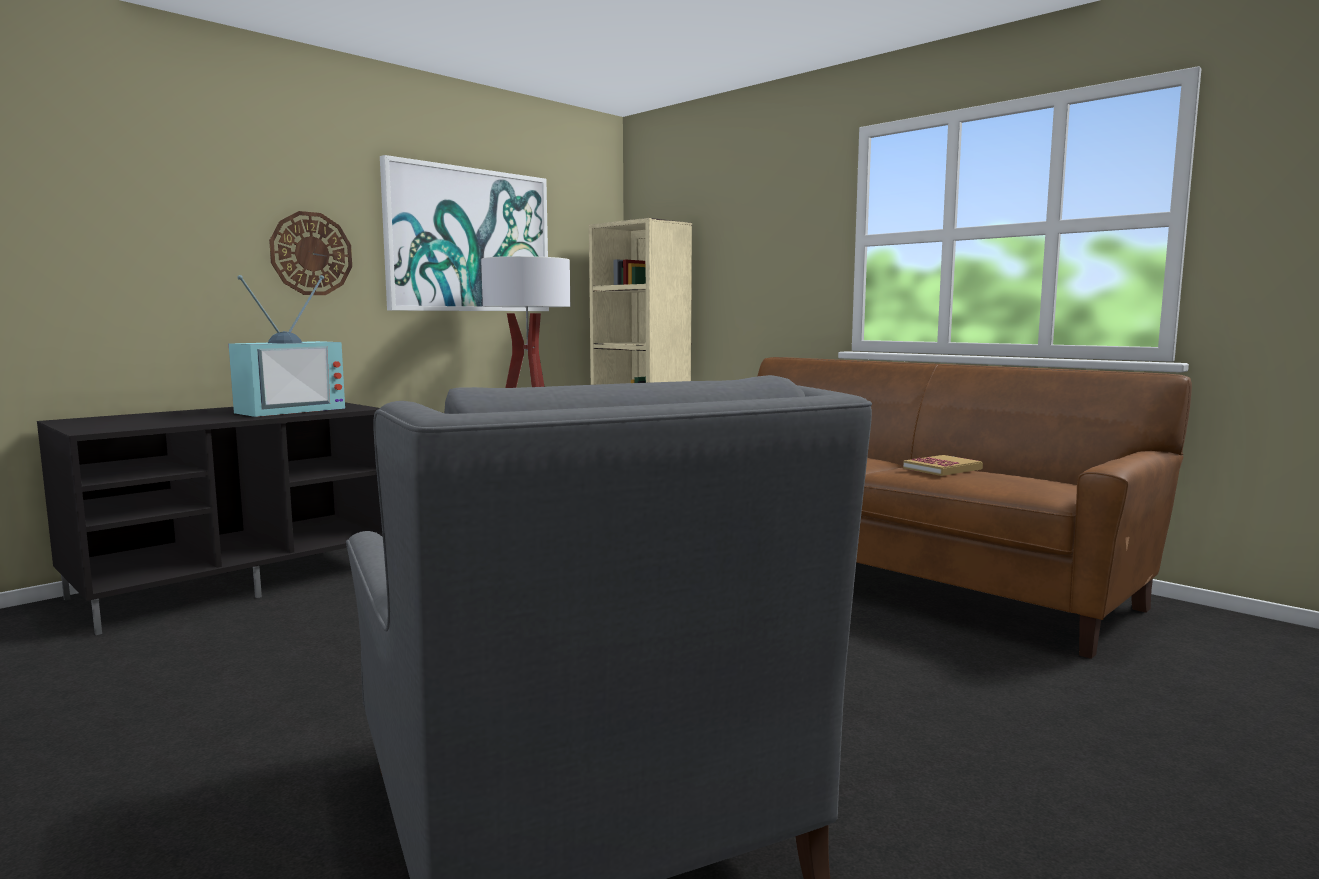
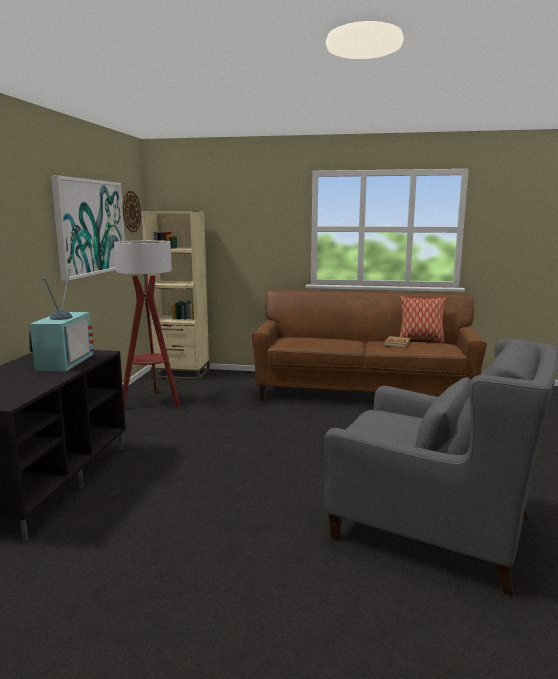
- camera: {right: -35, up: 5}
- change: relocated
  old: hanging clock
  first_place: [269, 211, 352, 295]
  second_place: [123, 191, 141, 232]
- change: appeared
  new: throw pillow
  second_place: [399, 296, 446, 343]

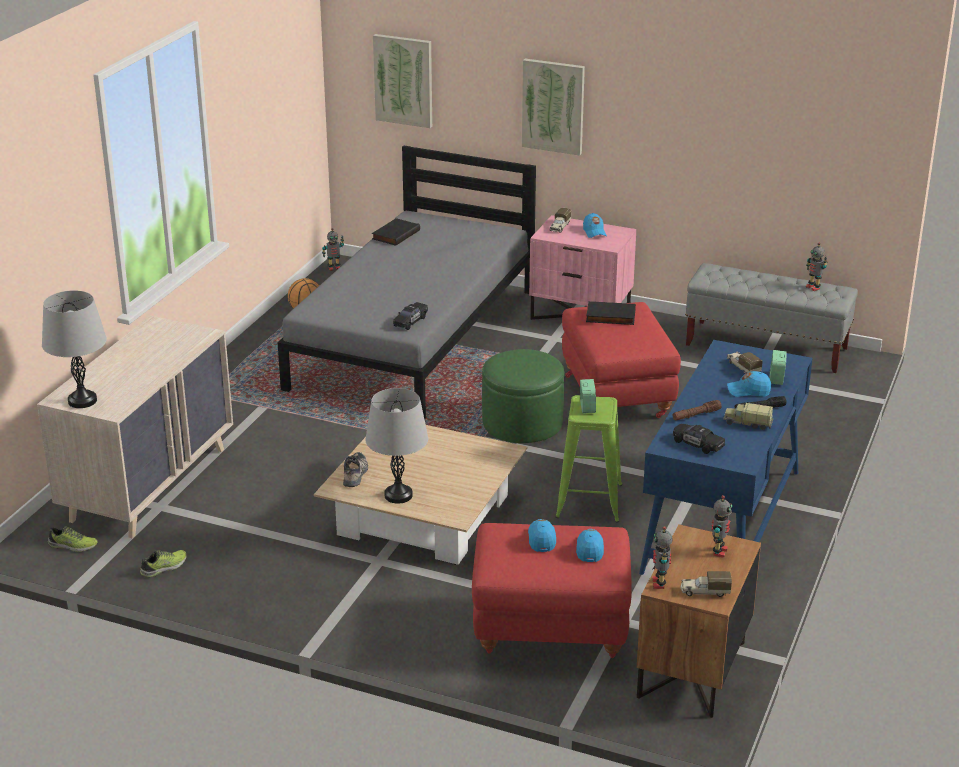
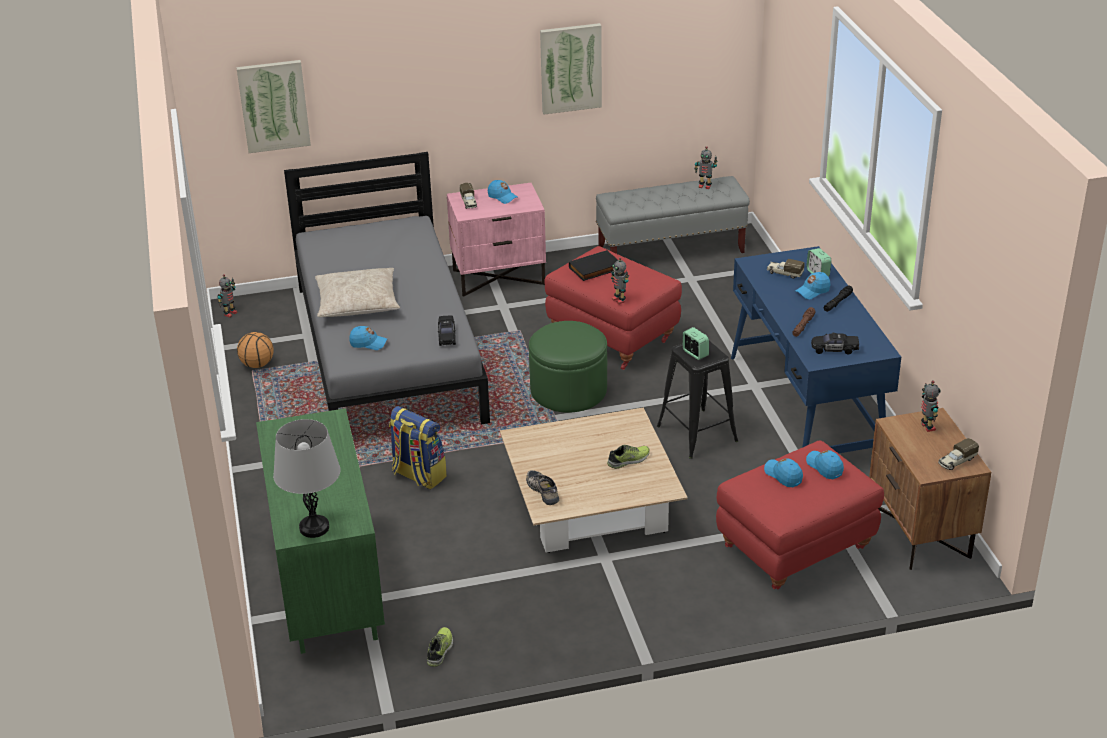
- camera: {right: -35, up: 5}
- change: colour
  old: sand-coloured dresser
  new: greenish dresser
  first_place: [37, 316, 233, 538]
  second_place: [256, 408, 385, 654]
- change: relocated
  old: shoe
  first_place: [48, 526, 97, 552]
  second_place: [607, 445, 650, 469]
- change: missing
  old: gray tabletop lamp
  first_place: [365, 388, 428, 504]
- change: missing
  old: black bound book
  first_place: [372, 218, 420, 246]
- change: relocated
  old: picture
  first_place: [522, 59, 585, 155]
  second_place: [540, 23, 602, 115]
- change: colour
  old: greenish stool
  new: black stool
  first_place: [555, 395, 622, 523]
  second_place: [657, 340, 738, 459]
- change: relocated
  old: model robot
  first_place: [652, 526, 673, 589]
  second_place: [611, 257, 629, 304]
- change: missing
  old: toy truck
  first_place: [724, 403, 773, 430]
- change: appeared
  new: sand-coloured throw pillow
  second_place: [315, 268, 400, 317]
- change: appeared
  new: bluish cap
  second_place: [349, 326, 387, 350]
- change: appeared
  new: rucksack
  second_place: [389, 406, 447, 489]

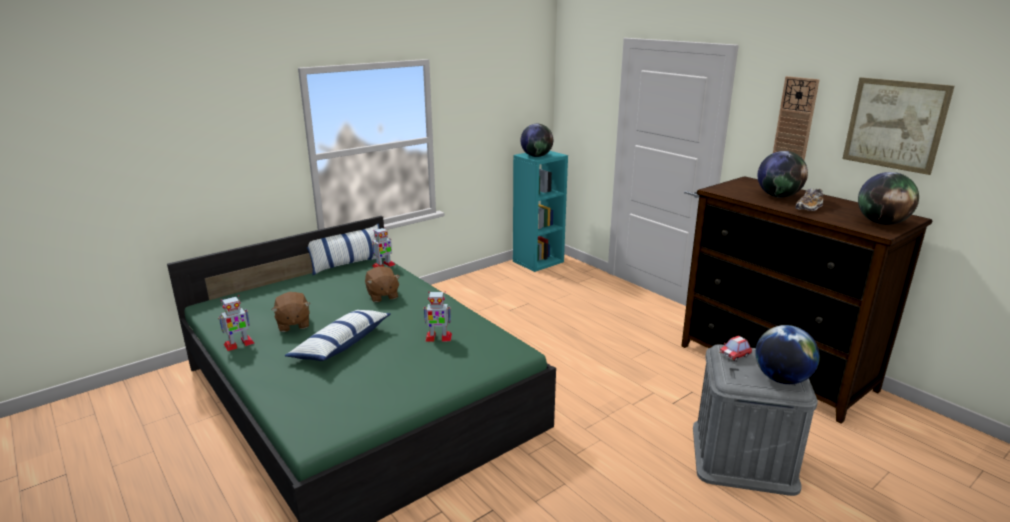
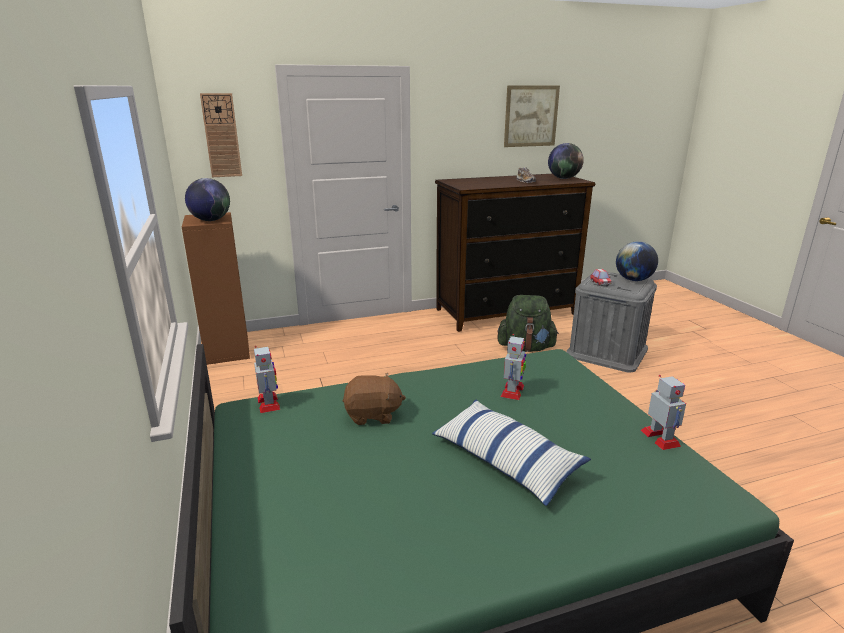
- camera: {right: -70, up: 0}
- change: relocated
  old: model robot
  first_place: [218, 295, 255, 351]
  second_place: [641, 375, 686, 450]
- change: missing
  old: brown plush toy
  first_place: [272, 292, 310, 332]
- change: missing
  old: throw pillow
  first_place: [306, 224, 385, 275]
- change: colour
  old: turquoise shelving unit
  new: brown shelving unit
  first_place: [513, 151, 568, 272]
  second_place: [182, 212, 250, 365]
- change: missing
  old: desk globe
  first_place: [757, 151, 808, 197]
- change: relocated
  old: hanging clock
  first_place: [773, 76, 820, 160]
  second_place: [200, 93, 242, 177]
- change: appeared
  new: greenish rucksack
  second_place: [497, 295, 559, 352]

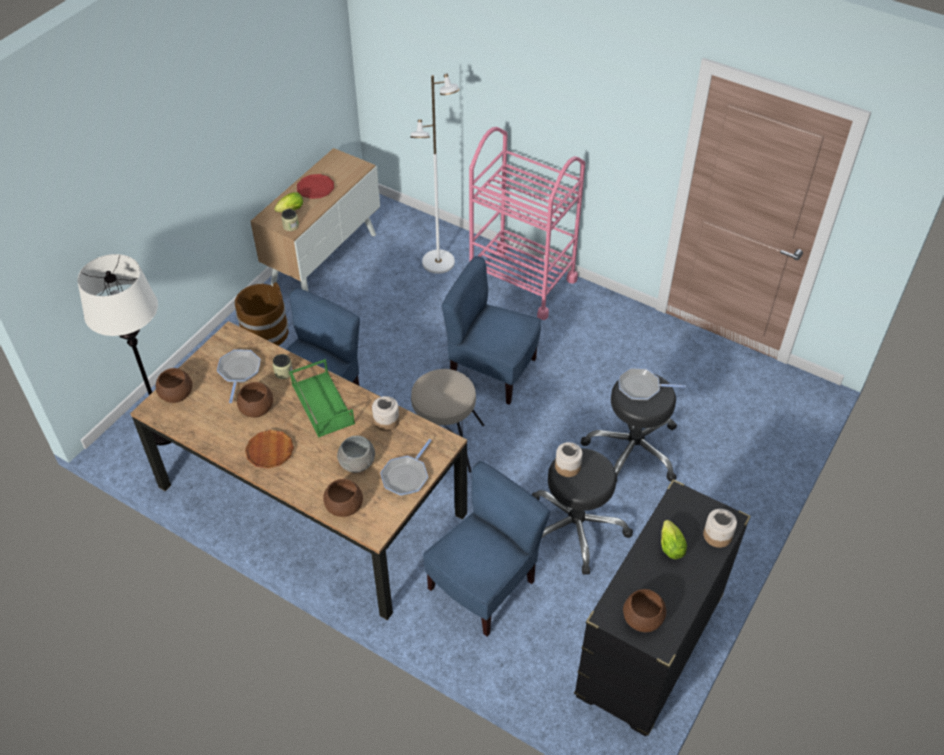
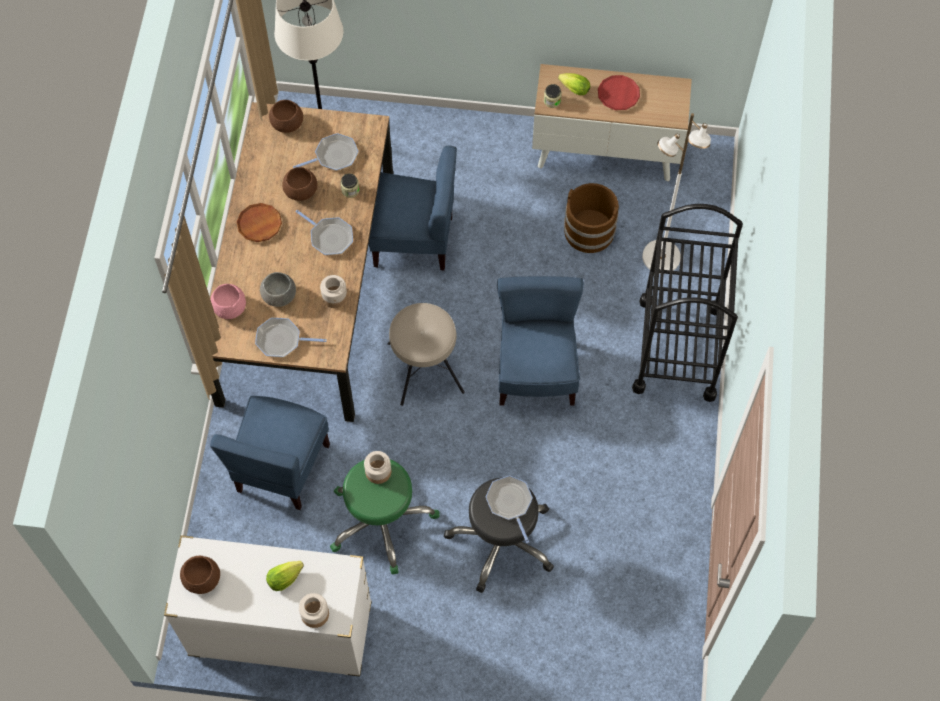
- camera: {right: 65, up: 15}
- change: relocated
  old: brown water bucket
  first_place: [235, 282, 289, 346]
  second_place: [564, 183, 619, 253]
- change: exchanged
  old: greenish tray
  new: pan
  first_place: [290, 359, 355, 438]
  second_place: [295, 210, 353, 255]
- change: colour
  old: brown deep dish
  new: pink-coloured deep dish
  first_place: [323, 479, 363, 517]
  second_place: [210, 284, 246, 319]
- change: spun
  old: bluish chair
  first_place: [423, 461, 550, 636]
  second_place: [210, 396, 330, 510]
  degrees: 90
- change: colour
  old: pink-coloured wheeled cart
  new: black wheeled cart
  first_place: [469, 127, 585, 320]
  second_place: [632, 204, 743, 402]
- change: colour
  old: black stool
  new: greenish stool
  first_place: [531, 448, 633, 575]
  second_place: [330, 459, 440, 575]
- change: colour
  old: black dresser
  new: white dresser
  first_place: [574, 479, 751, 737]
  second_place: [164, 535, 372, 677]

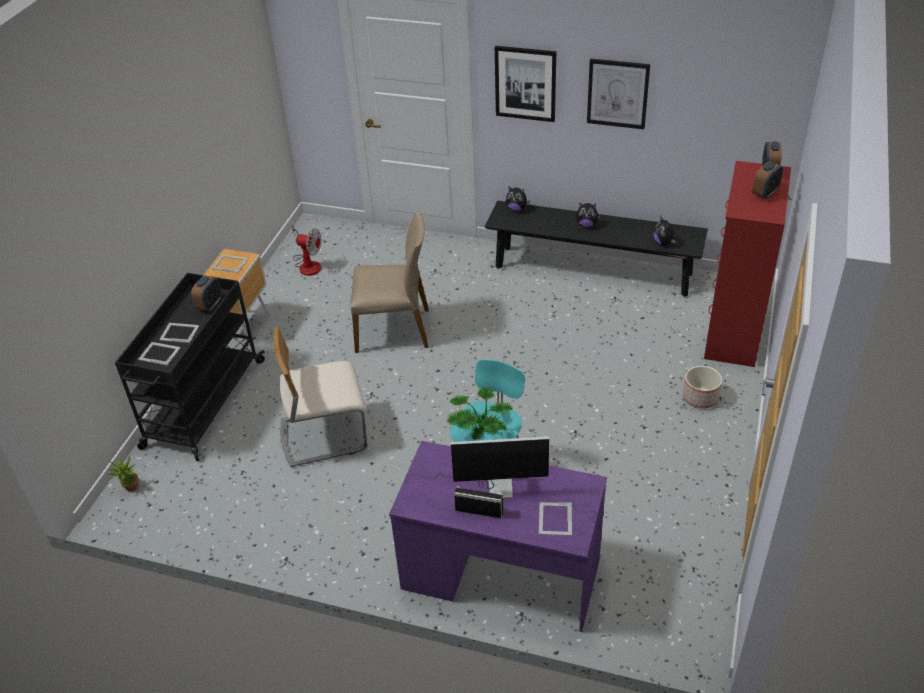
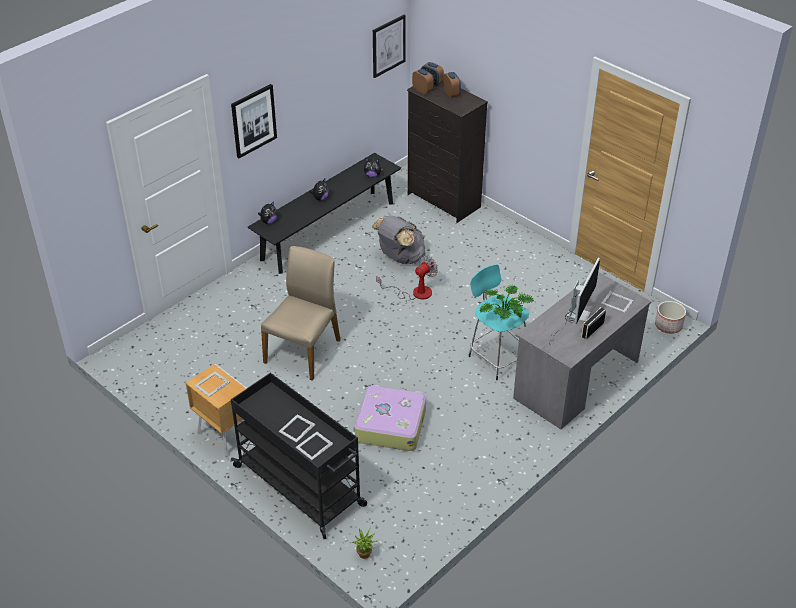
- camera: {right: -65, up: 0}
- change: relocated
  old: alarm clock
  first_place: [191, 275, 222, 311]
  second_place: [412, 69, 434, 95]
- change: exchanged
  old: sand-coloured chair
  new: suitcase
  first_place: [273, 327, 367, 467]
  second_place: [355, 385, 426, 451]
- change: relocated
  old: cooling fan
  first_place: [291, 224, 321, 276]
  second_place: [376, 255, 438, 300]
- change: colour
  old: purplish desk
  new: gray desk
  first_place: [389, 441, 607, 632]
  second_place: [513, 272, 651, 429]
- change: relocated
  old: picture
  first_place: [587, 58, 650, 129]
  second_place: [373, 15, 406, 78]
- change: relocated
  old: plant pot
  first_place: [683, 366, 722, 409]
  second_place: [655, 301, 686, 334]
- change: colour
  old: red dresser
  new: black dresser
  first_place: [704, 161, 792, 367]
  second_place: [407, 82, 488, 223]
- change: appeared
  new: gray rucksack
  second_place: [371, 216, 425, 264]

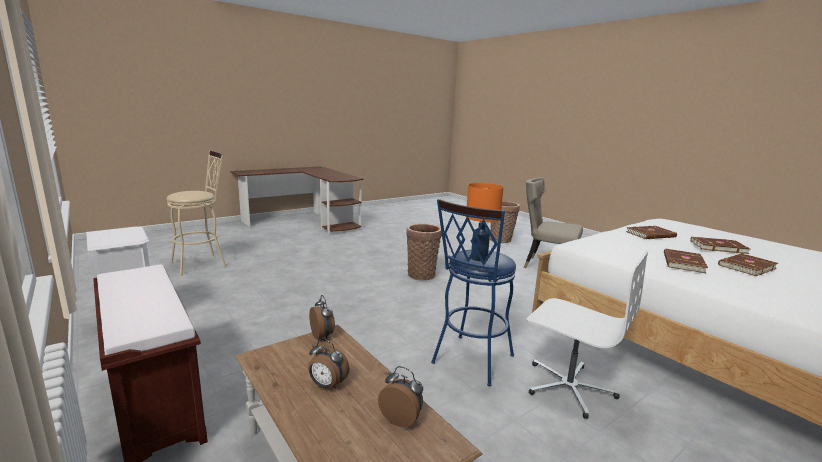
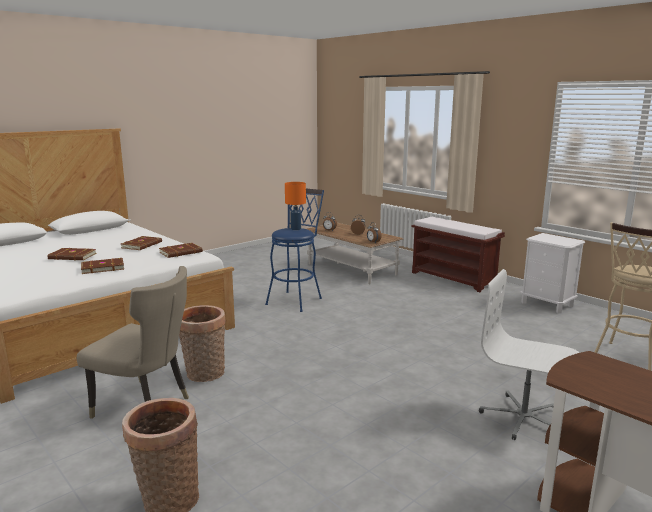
- camera: {right: 175, up: 0}
- change: relocated
  old: basket
  first_place: [406, 224, 442, 281]
  second_place: [179, 305, 226, 382]
- change: relocated
  old: white computer chair
  first_place: [527, 249, 650, 419]
  second_place: [479, 269, 579, 440]
- change: relocated
  old: brown bound book
  first_place: [718, 253, 778, 276]
  second_place: [159, 243, 203, 258]

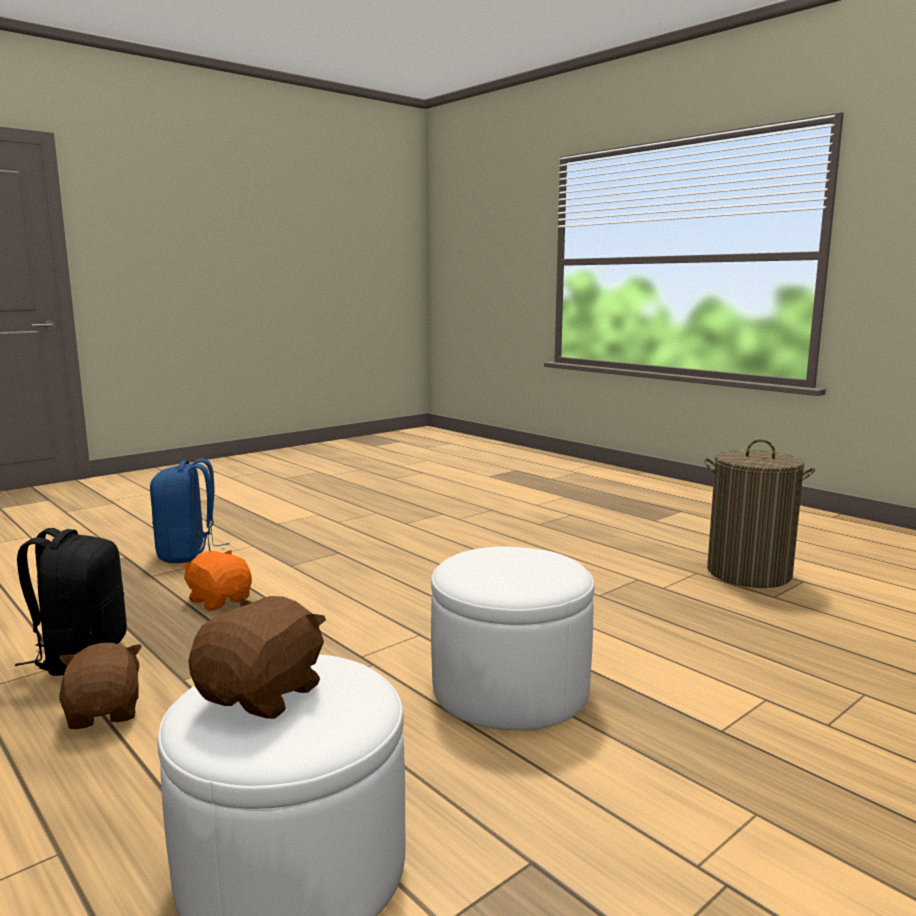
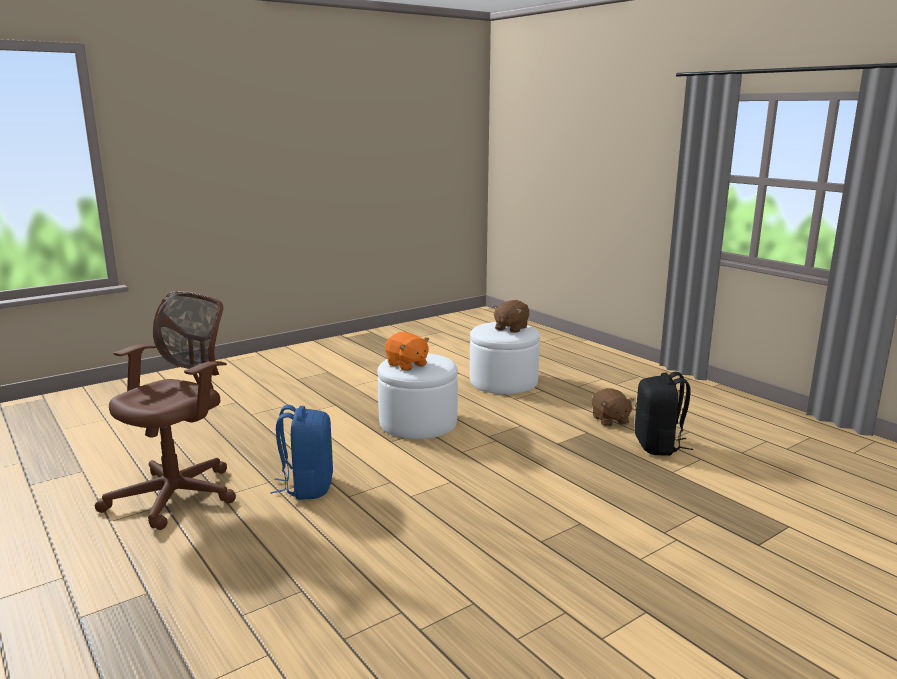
- camera: {right: -175, up: 5}
- change: relocated
  old: bluish rucksack
  first_place: [150, 459, 230, 563]
  second_place: [270, 405, 333, 500]
- change: relocated
  old: orange-coloured plush toy
  first_place: [181, 550, 252, 611]
  second_place: [385, 332, 429, 371]
- change: exchanged
  old: hamper
  new: brown computer chair
  first_place: [704, 439, 815, 588]
  second_place: [95, 291, 236, 530]

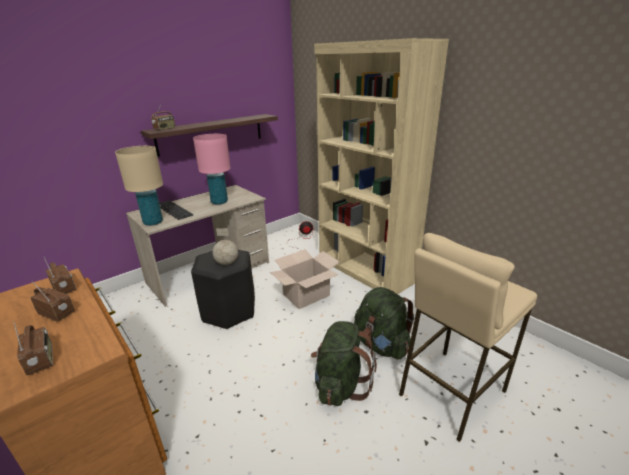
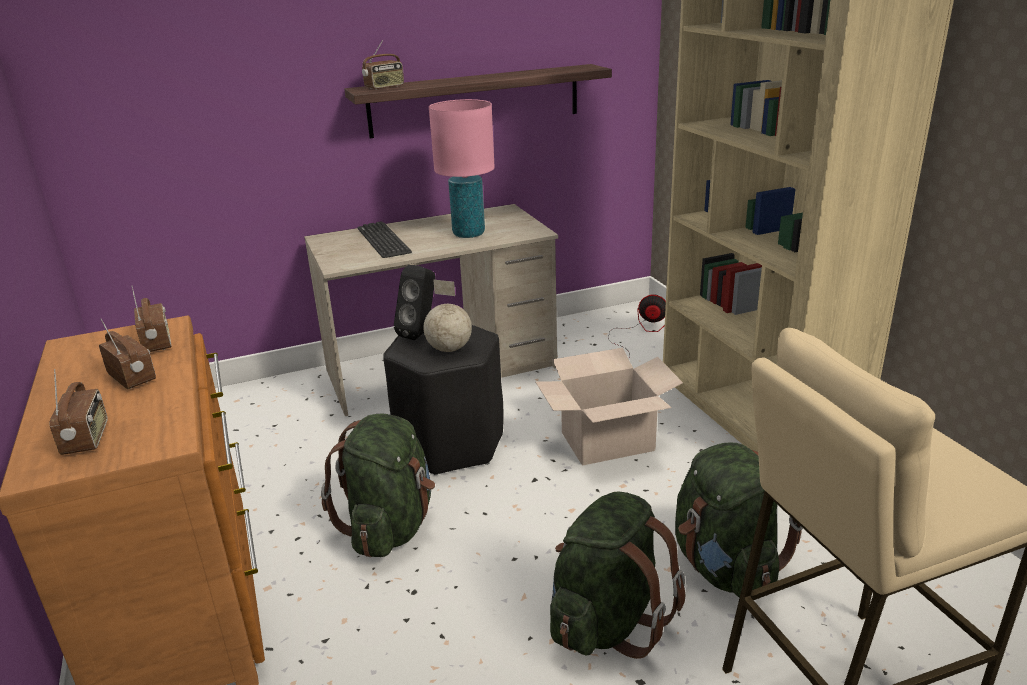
- camera: {right: 20, up: 0}
- change: missing
  old: sand-coloured tabletop lamp
  first_place: [115, 146, 163, 226]
- change: appeared
  new: greenish rucksack
  second_place: [321, 413, 435, 557]
- change: appeared
  new: black speaker
  second_place: [394, 265, 435, 340]

